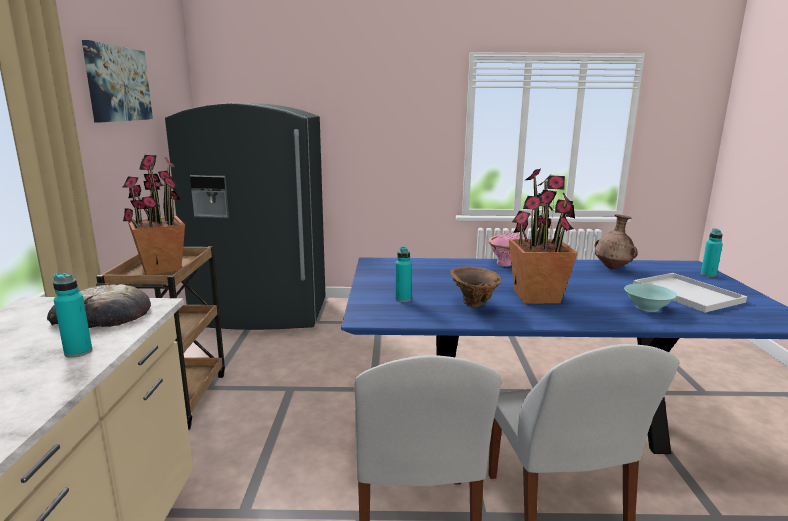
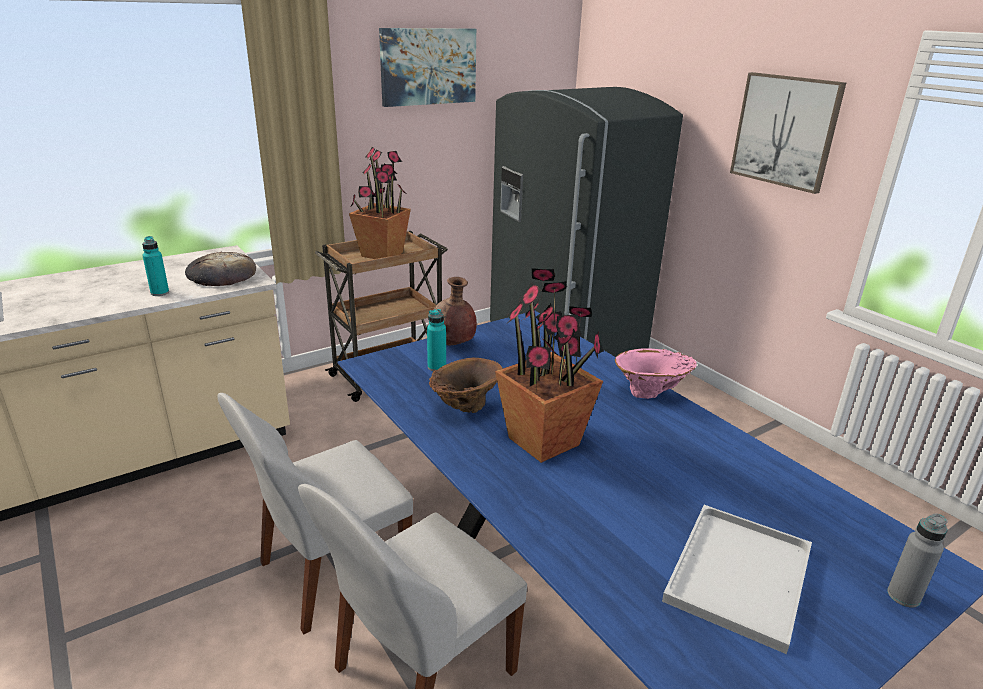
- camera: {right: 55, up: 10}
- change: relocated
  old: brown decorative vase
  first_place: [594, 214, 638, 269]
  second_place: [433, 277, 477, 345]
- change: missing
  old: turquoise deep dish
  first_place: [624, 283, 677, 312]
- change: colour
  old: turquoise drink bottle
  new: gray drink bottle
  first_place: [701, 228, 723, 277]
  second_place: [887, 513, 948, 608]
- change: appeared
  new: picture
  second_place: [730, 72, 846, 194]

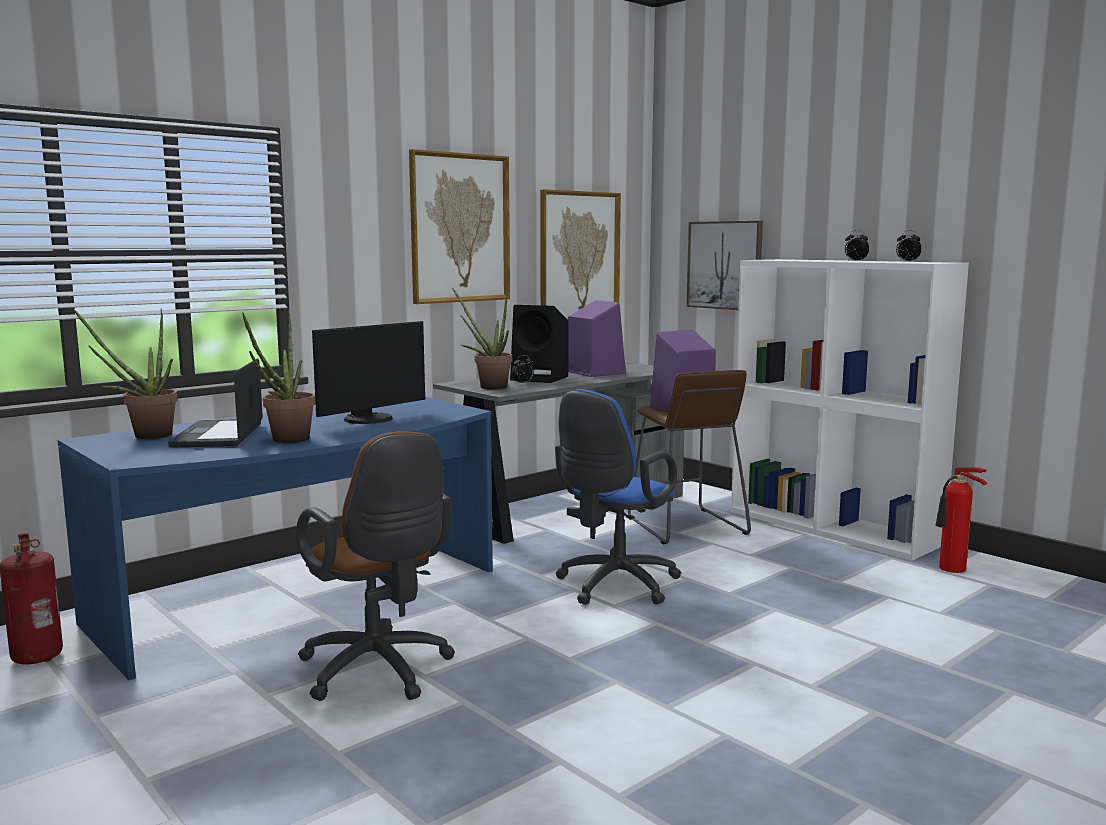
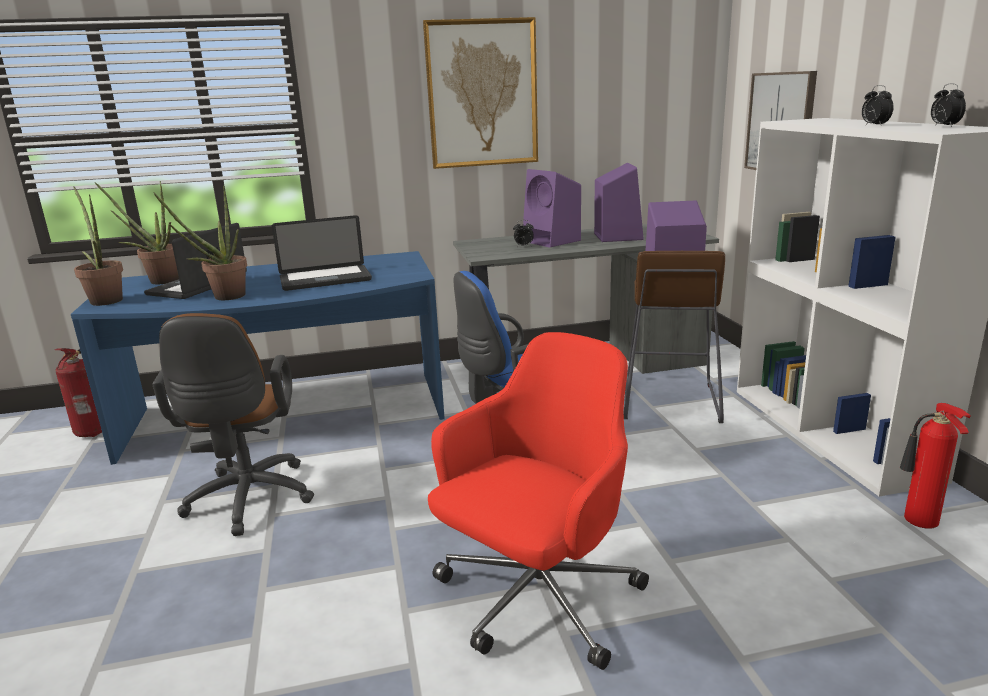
- camera: {right: 30, up: 10}
- change: exchanged
  old: monitor
  new: portable computer
  first_place: [312, 321, 425, 424]
  second_place: [272, 215, 372, 291]
- change: relocated
  old: potted plant
  first_place: [452, 287, 512, 390]
  second_place: [73, 186, 123, 306]
- change: colour
  old: black speaker
  new: purplish speaker
  first_place: [510, 305, 569, 383]
  second_place: [523, 169, 581, 248]
- change: missing
  old: picture
  first_place: [540, 189, 621, 319]
- change: appeared
  new: red computer chair
  second_place: [428, 332, 649, 670]

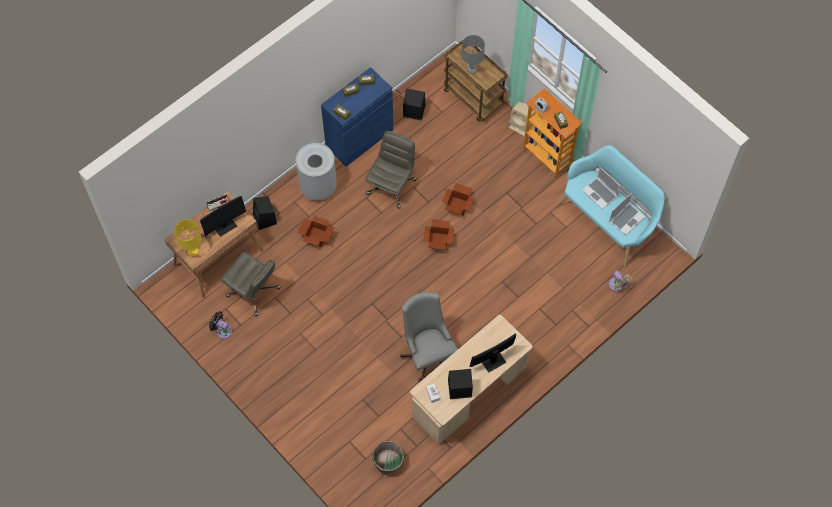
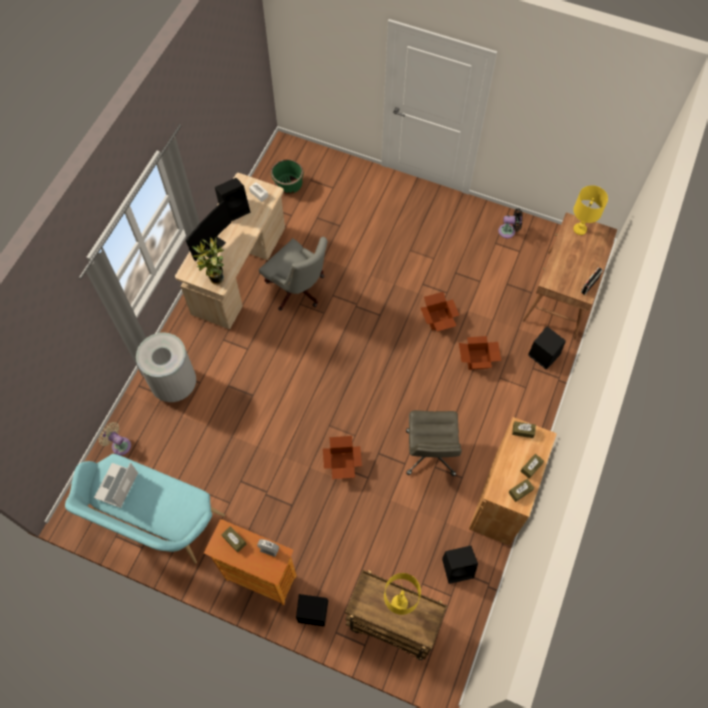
- camera: {right: 155, up: 0}
- change: missing
  old: monitor
  first_place: [200, 196, 246, 237]
- change: missing
  old: gray computer chair
  first_place: [221, 252, 281, 316]
- change: relocated
  old: gray rubbish bin
  first_place: [295, 143, 337, 200]
  second_place: [136, 333, 196, 402]
- change: colour
  old: bluish cabinet
  new: brown cabinet
  first_place: [321, 67, 393, 167]
  second_place: [469, 417, 557, 545]
- change: relocated
  old: packing box
  first_place: [423, 219, 455, 250]
  second_place: [421, 292, 459, 331]
- change: colour
  old: gray tabletop lamp
  new: yellowish tabletop lamp
  first_place: [462, 35, 485, 74]
  second_place: [384, 573, 421, 615]
- change: colour
  old: sand-coloured speaker
  new: black speaker
  first_place: [508, 102, 535, 136]
  second_place: [296, 594, 328, 627]
- change: missing
  old: portable computer
  first_place: [582, 167, 620, 209]
- change: appeared
  new: potted plant
  second_place: [192, 237, 224, 284]

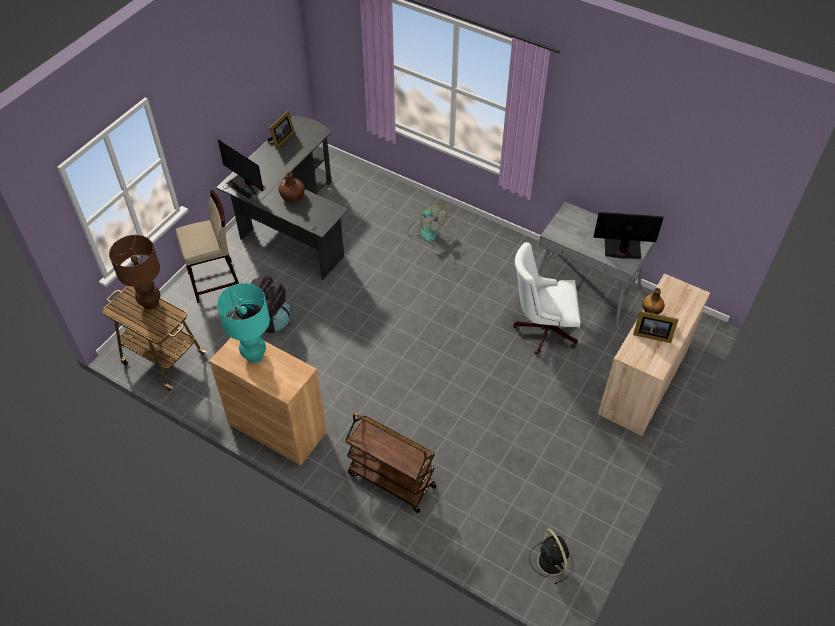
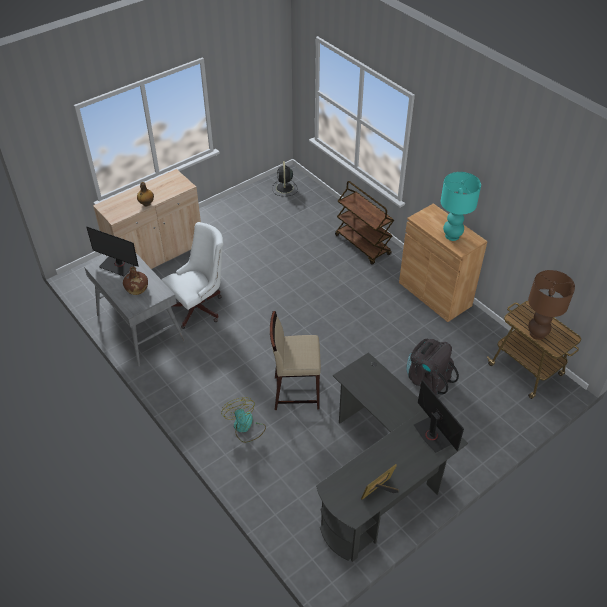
- camera: {right: -160, up: -5}
- change: relocated
  old: sand-coloured stool
  first_place: [176, 190, 239, 303]
  second_place: [270, 311, 321, 410]
- change: relocated
  old: brown drink bottle
  first_place: [279, 172, 305, 202]
  second_place: [123, 266, 148, 295]
- change: spun
  old: white computer chair
  first_place: [513, 242, 581, 355]
  second_place: [161, 222, 224, 329]
  degrees: -60
- change: missing
  old: photo frame
  first_place: [633, 311, 679, 343]

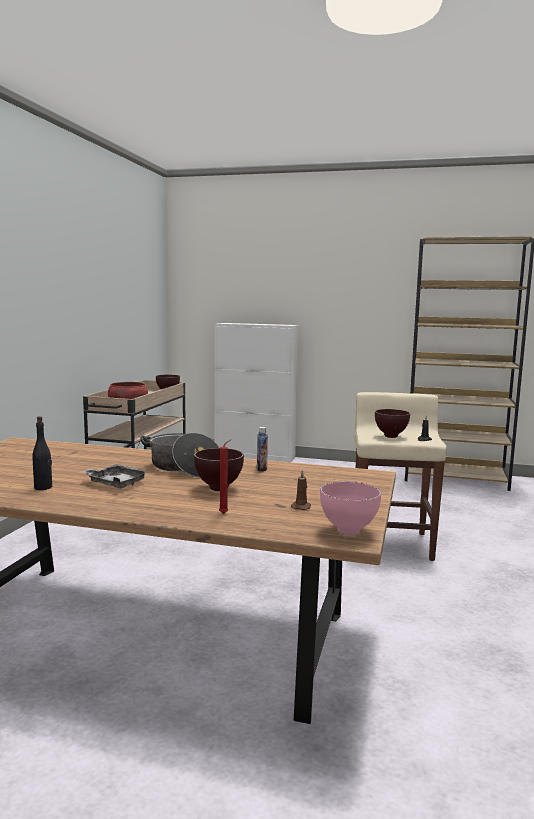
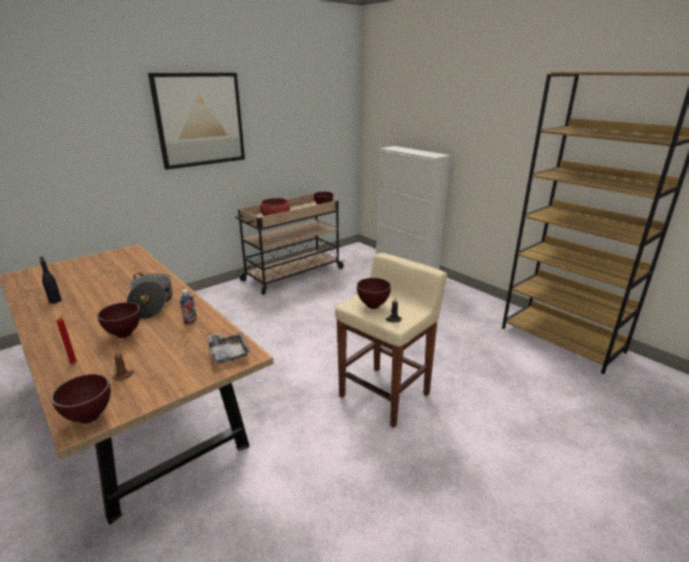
- camera: {right: 35, up: 15}
- change: relocated
  old: gray tray
  first_place: [80, 464, 148, 488]
  second_place: [207, 333, 250, 365]
- change: colour
  old: pink-coloured deep dish
  new: brown deep dish
  first_place: [320, 481, 381, 536]
  second_place: [51, 374, 111, 424]
- change: appeared
  new: picture
  second_place: [148, 73, 245, 170]

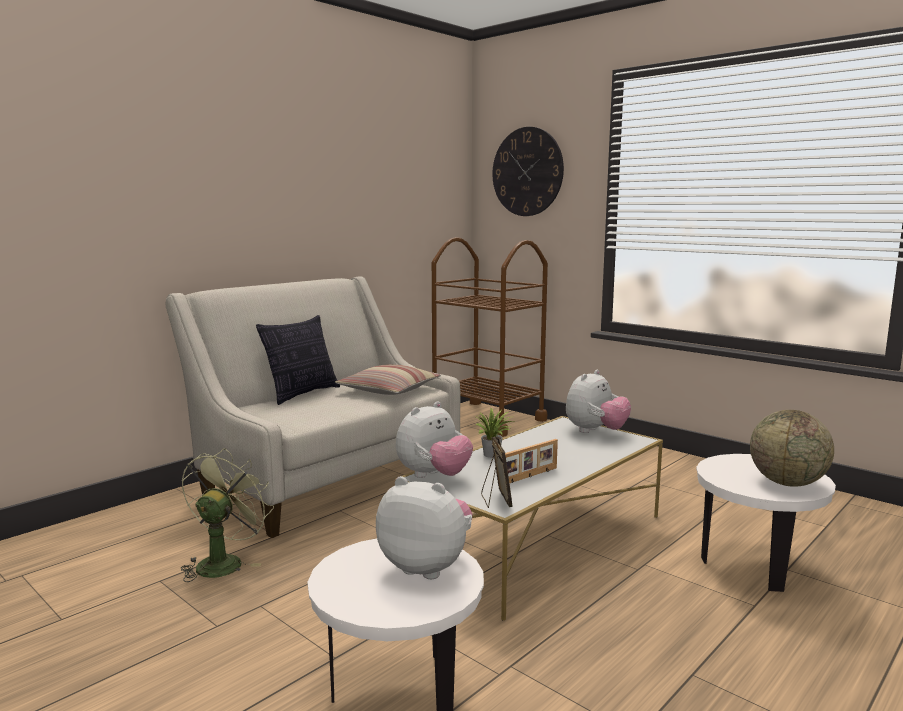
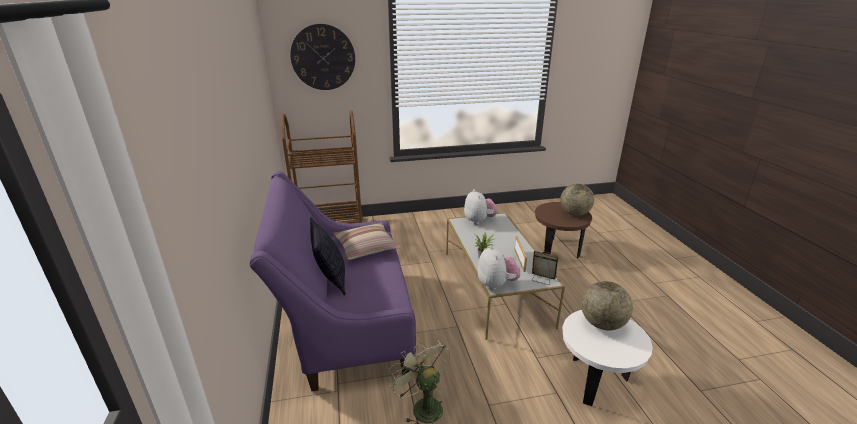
- camera: {right: -55, up: 15}
- change: colour
  old: sand-coloured settee
  new: purplish settee
  first_place: [165, 276, 460, 538]
  second_place: [249, 171, 416, 391]
- change: exchanged
  old: plush toy
  new: desk globe
  first_place: [376, 476, 473, 579]
  second_place: [581, 281, 633, 330]
- change: colour
  old: white accent table
  new: brown accent table
  first_place: [696, 454, 836, 592]
  second_place: [535, 202, 592, 258]

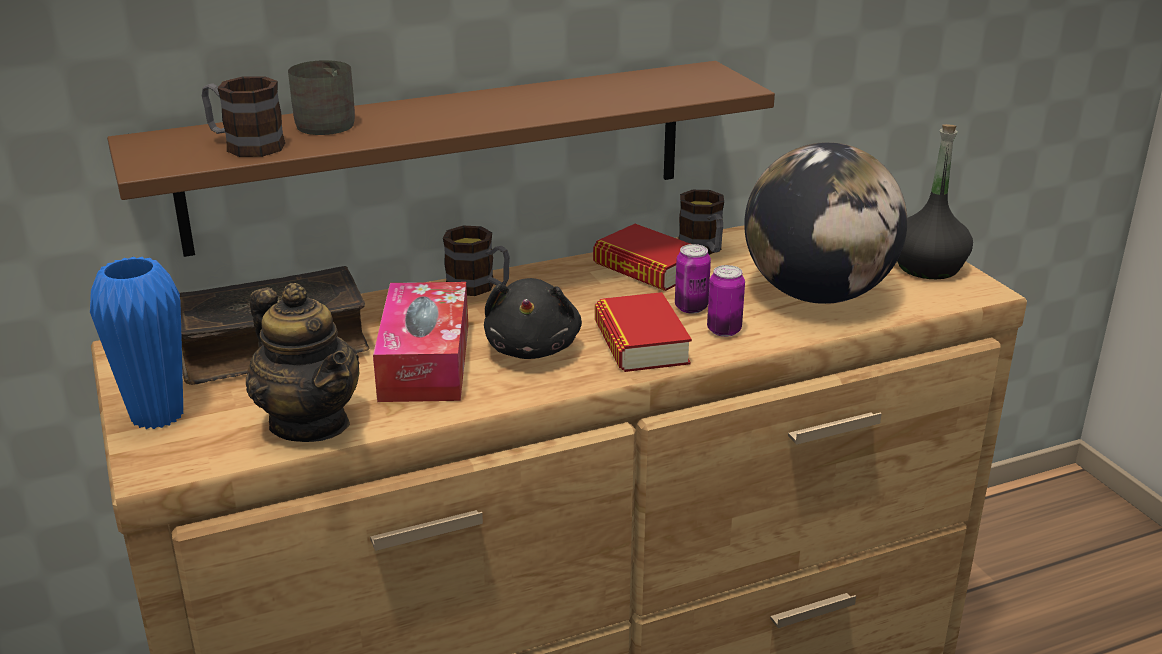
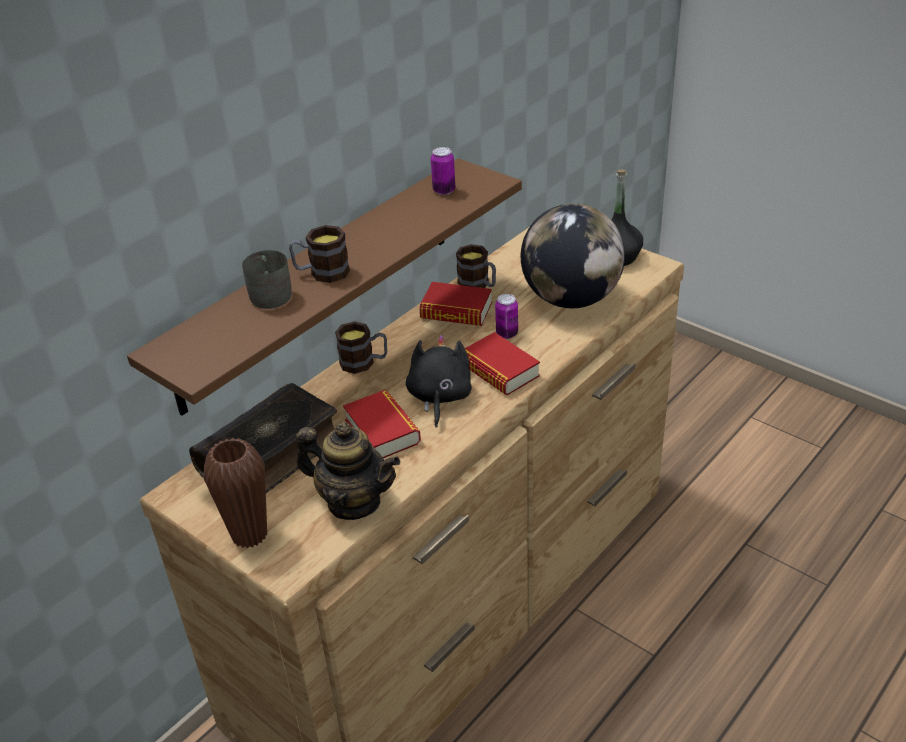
- camera: {right: -25, up: 10}
- change: colour
  old: bluish decorative vase
  new: brown decorative vase
  first_place: [90, 257, 183, 429]
  second_place: [204, 438, 267, 548]
- change: relocated
  old: mug
  first_place: [202, 76, 285, 157]
  second_place: [289, 225, 350, 283]
- change: exchanged
  old: tissue holder
  new: bound book
  first_place: [373, 282, 468, 402]
  second_place: [343, 390, 421, 458]
- change: spun
  old: black plush toy
  first_place: [484, 278, 582, 359]
  second_place: [406, 335, 472, 428]
  degrees: -150
- change: relocated
  old: metal can
  first_place: [707, 265, 745, 337]
  second_place: [431, 147, 455, 195]

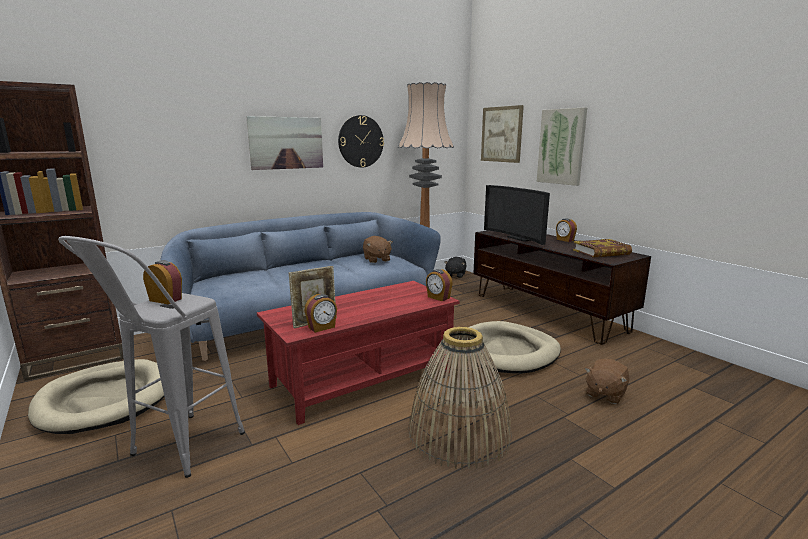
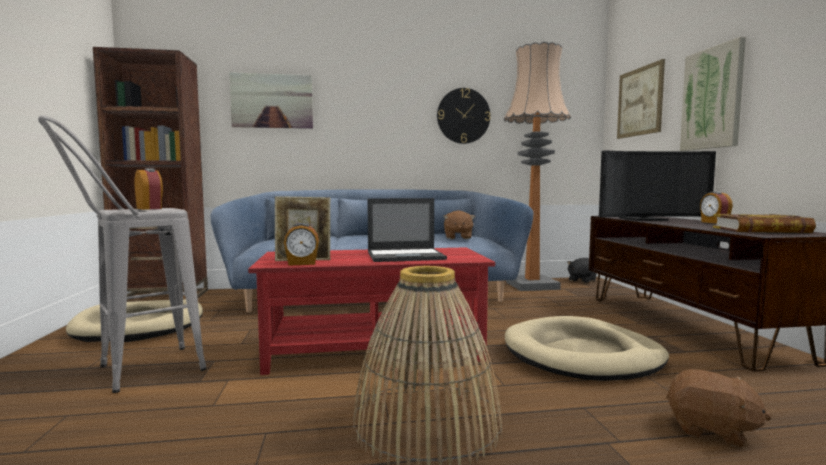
- camera: {right: 25, up: -10}
- change: relocated
  old: picture
  first_place: [246, 116, 323, 170]
  second_place: [229, 72, 313, 129]
- change: missing
  old: alarm clock
  first_place: [426, 269, 453, 301]
- change: spun
  old: TV set
  first_place: [484, 185, 550, 245]
  second_place: [599, 150, 716, 221]
  degrees: -90
- change: spun
  old: brown plush toy
  first_place: [585, 359, 630, 404]
  second_place: [666, 369, 772, 447]
  degrees: -120
- change: appeared
  new: portable computer
  second_place: [367, 198, 447, 262]

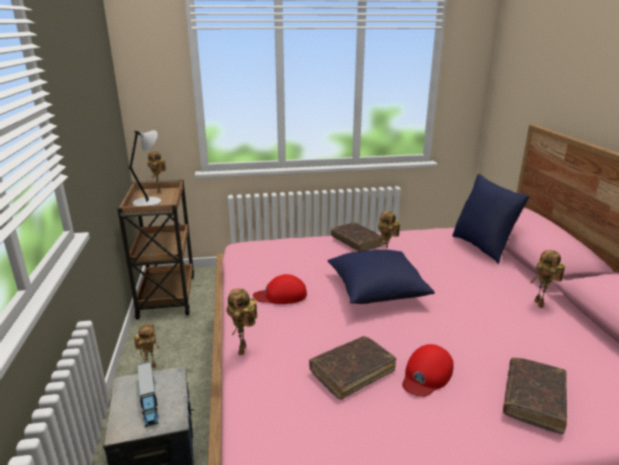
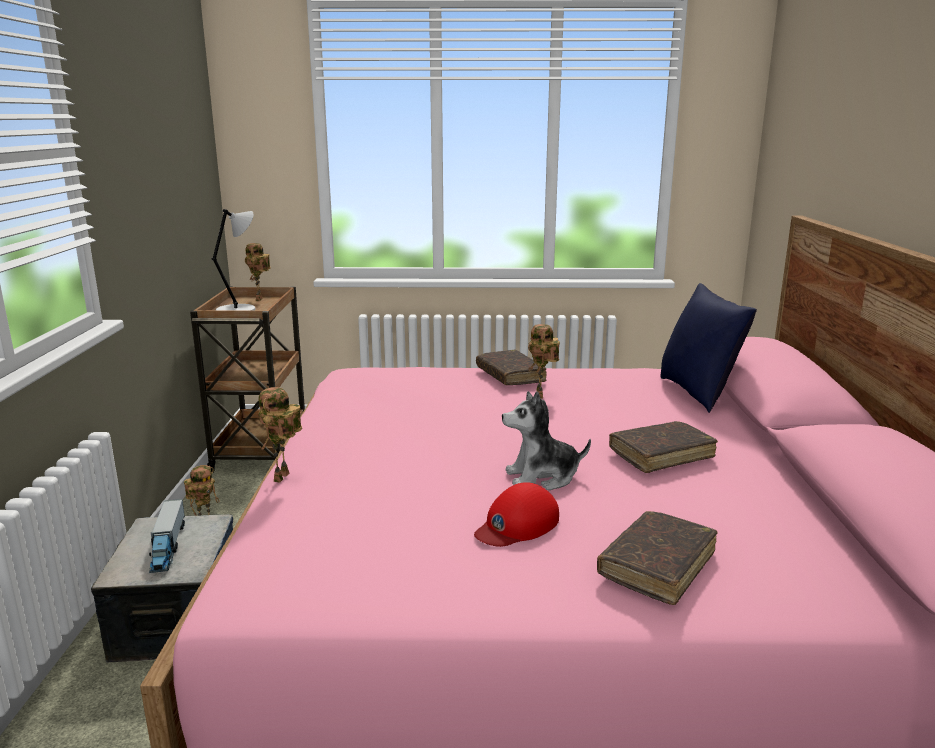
- camera: {right: 10, up: -5}
- change: missing
  old: red cap
  first_place: [253, 274, 307, 304]
- change: relocated
  old: brown bound book
  first_place: [309, 336, 397, 400]
  second_place: [609, 421, 718, 473]
- change: missing
  old: bluish throw pillow
  first_place: [327, 250, 435, 304]
- change: missing
  old: model robot
  first_place: [530, 250, 566, 308]
- change: appeared
  new: plush toy
  second_place: [502, 391, 591, 490]

